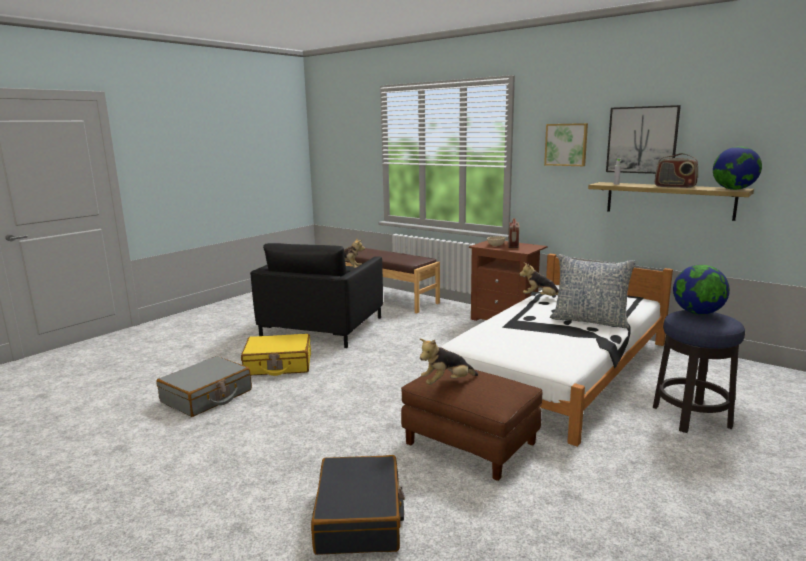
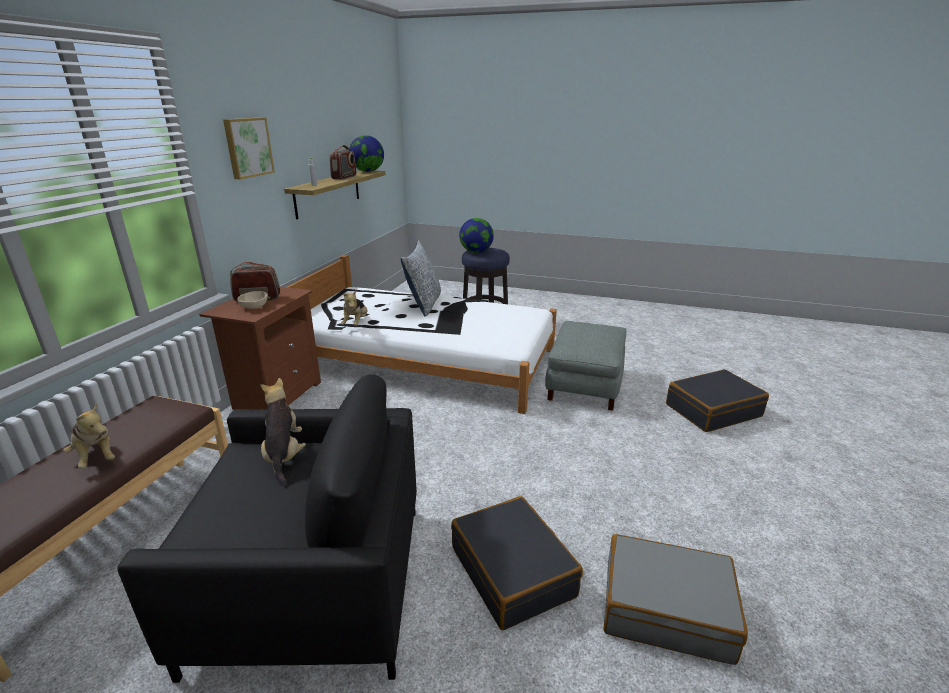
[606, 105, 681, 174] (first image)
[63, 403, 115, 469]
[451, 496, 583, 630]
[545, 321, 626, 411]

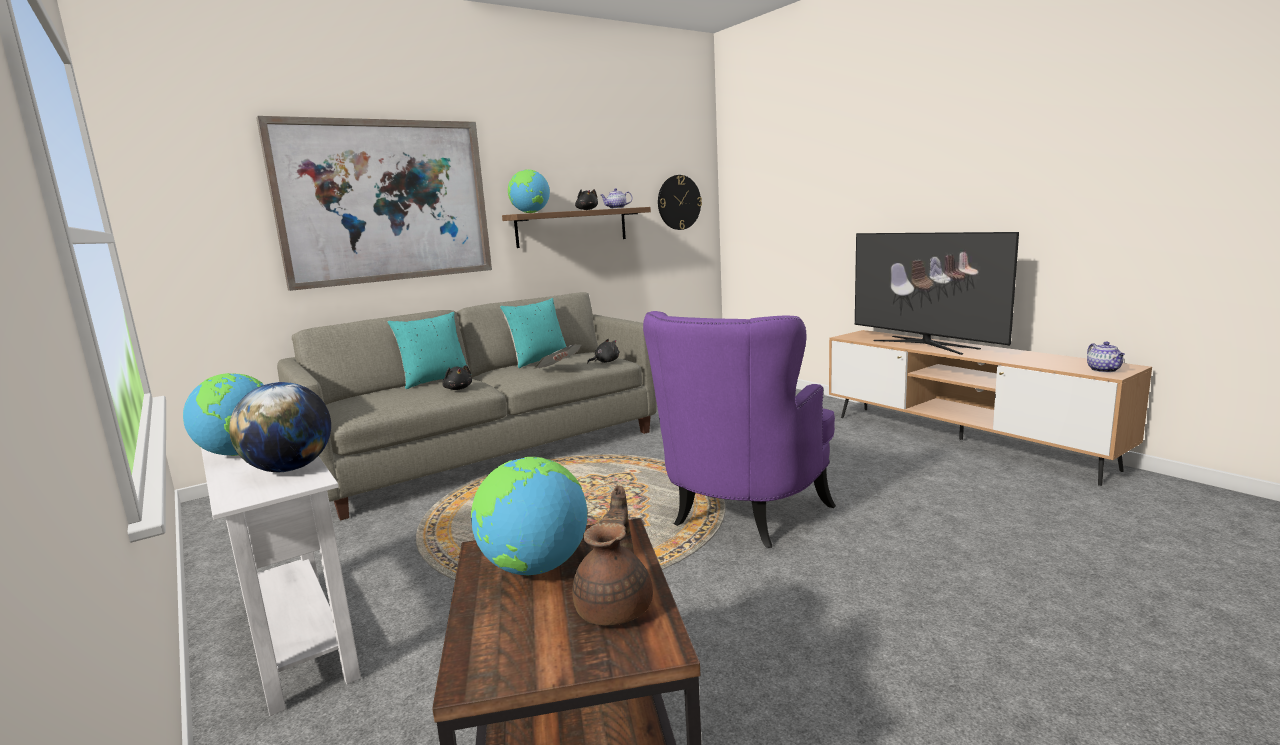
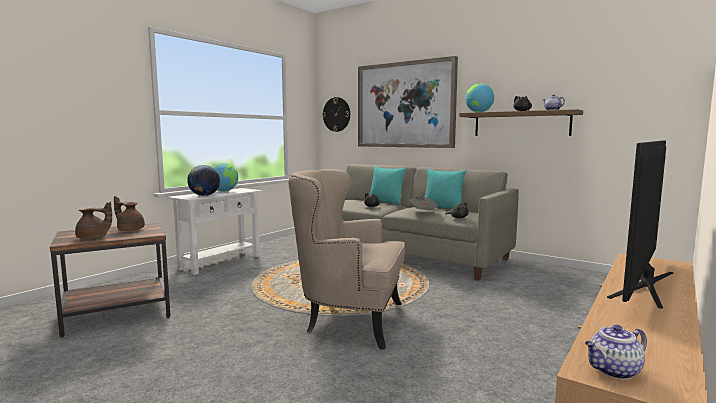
[322, 97, 350, 132]
[114, 196, 145, 231]
[289, 169, 405, 350]

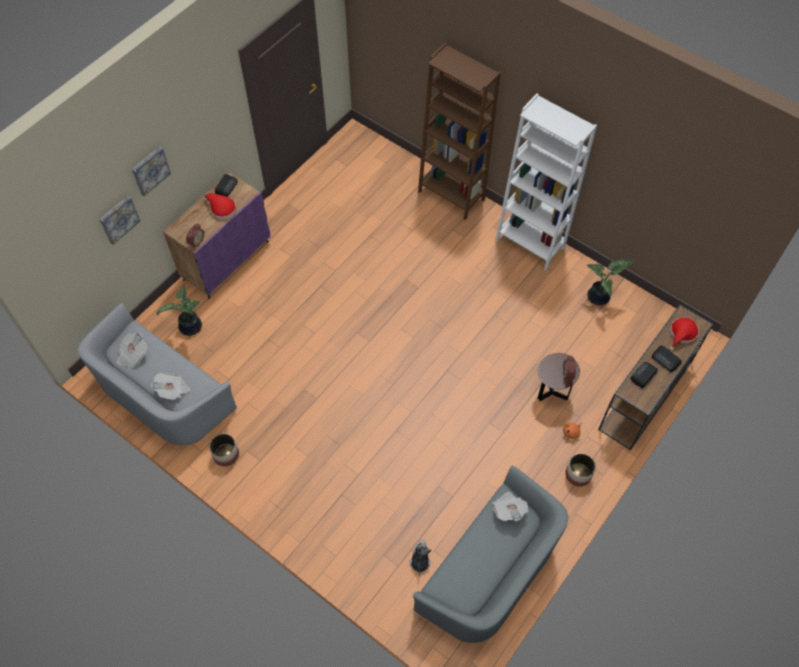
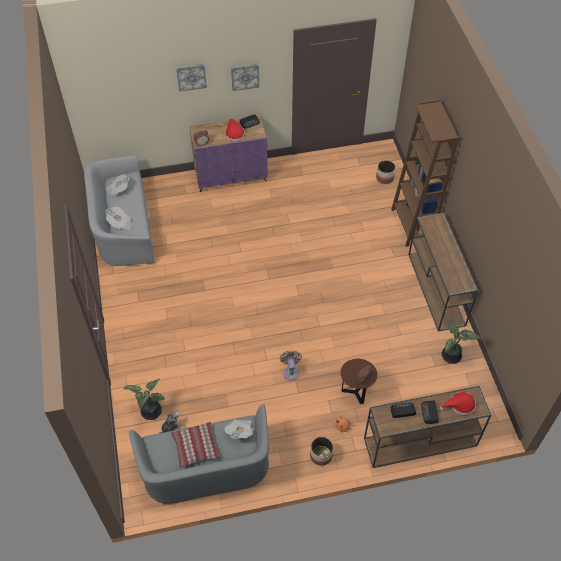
[171, 422, 220, 468]
[280, 351, 302, 381]
[231, 63, 259, 91]
[124, 378, 165, 420]
[376, 160, 396, 184]
[408, 212, 478, 331]

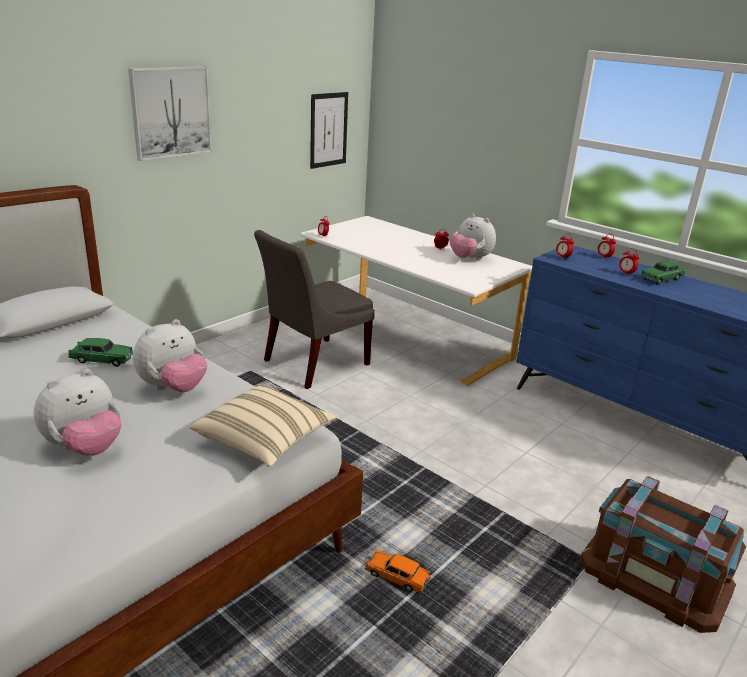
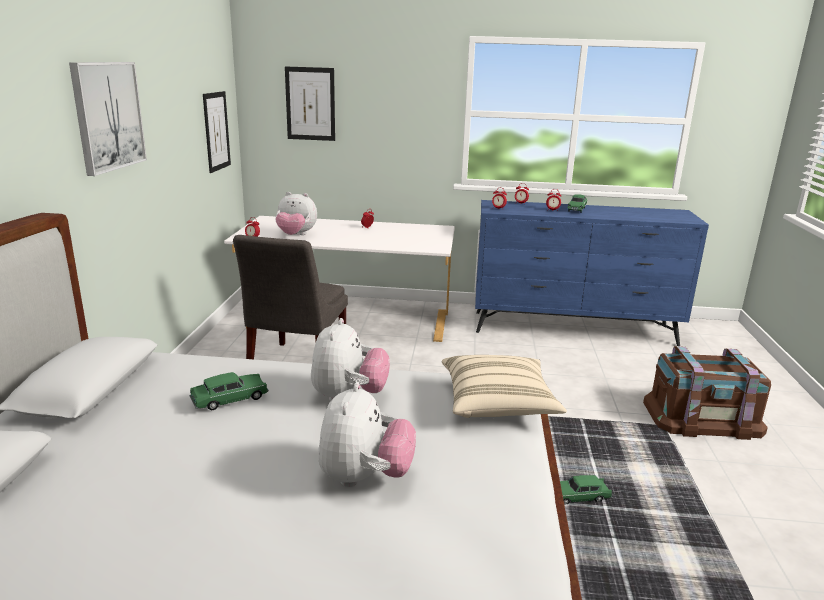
[285, 66, 335, 141]
[275, 192, 317, 235]
[560, 475, 612, 505]

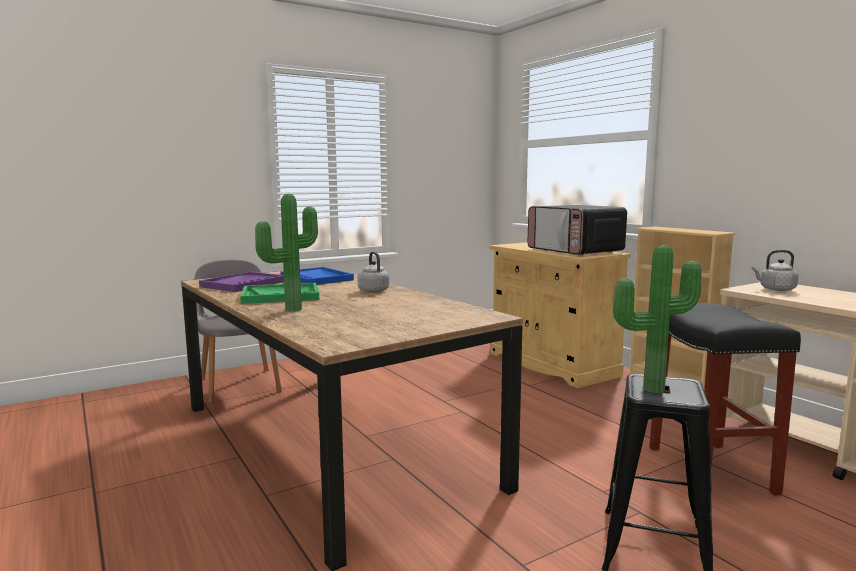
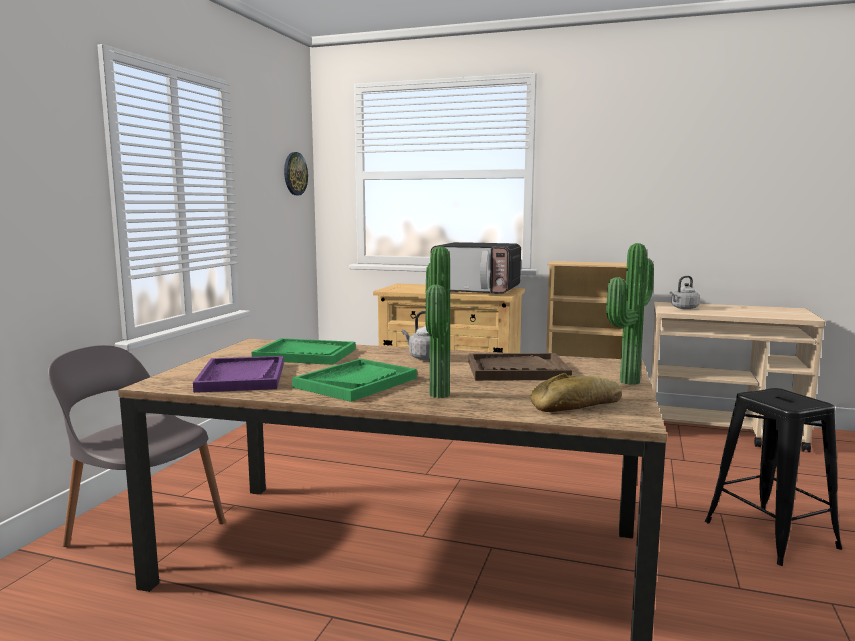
[649, 303, 801, 495] (first image)
[284, 152, 308, 195]
[468, 353, 572, 381]
[530, 373, 622, 412]
[606, 243, 654, 385]
[252, 338, 356, 365]

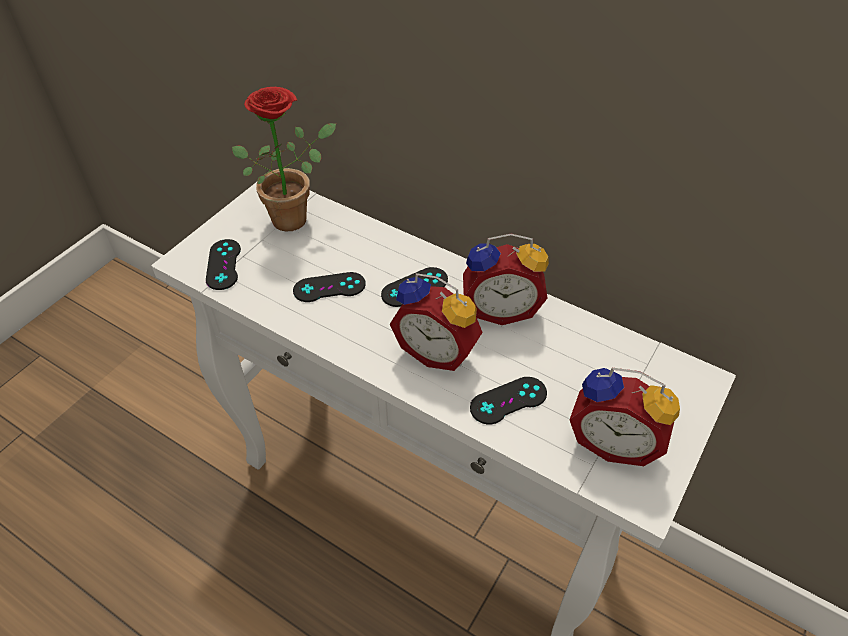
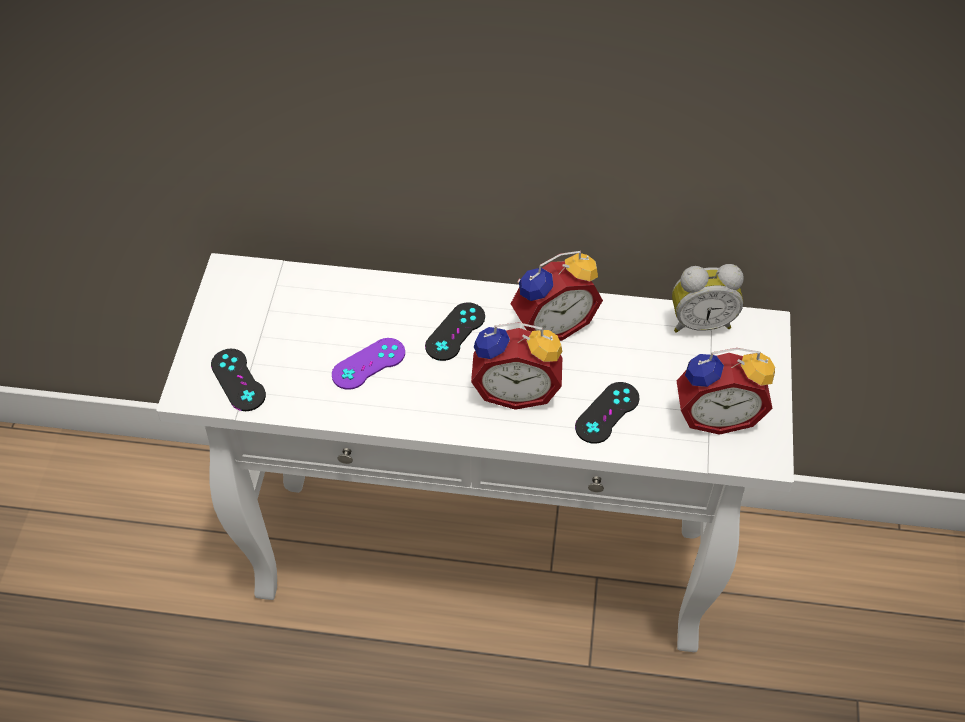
[232, 87, 336, 232] (first image)
[672, 264, 744, 333]
[332, 338, 405, 390]

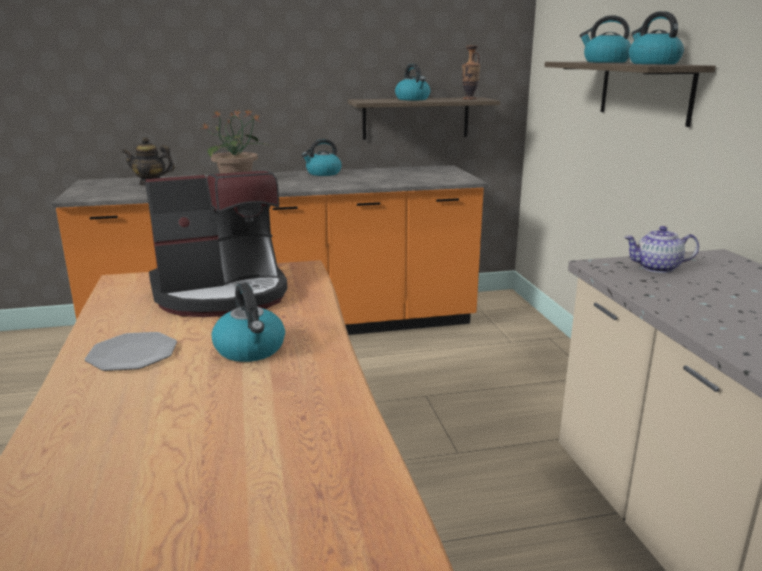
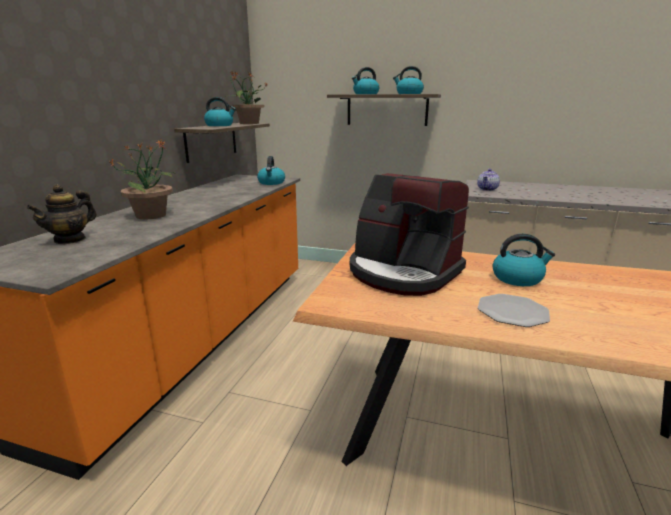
[257, 156, 285, 185]
[224, 71, 269, 124]
[350, 173, 469, 296]

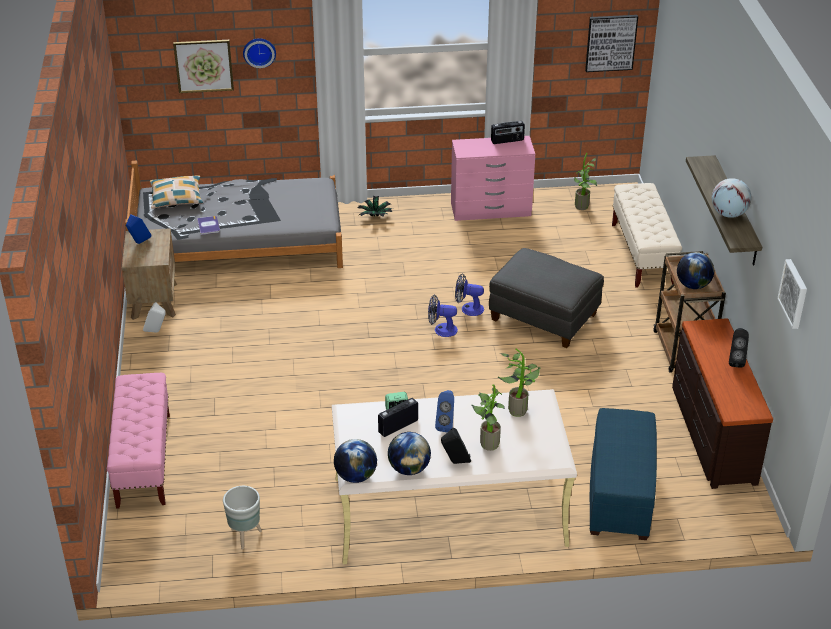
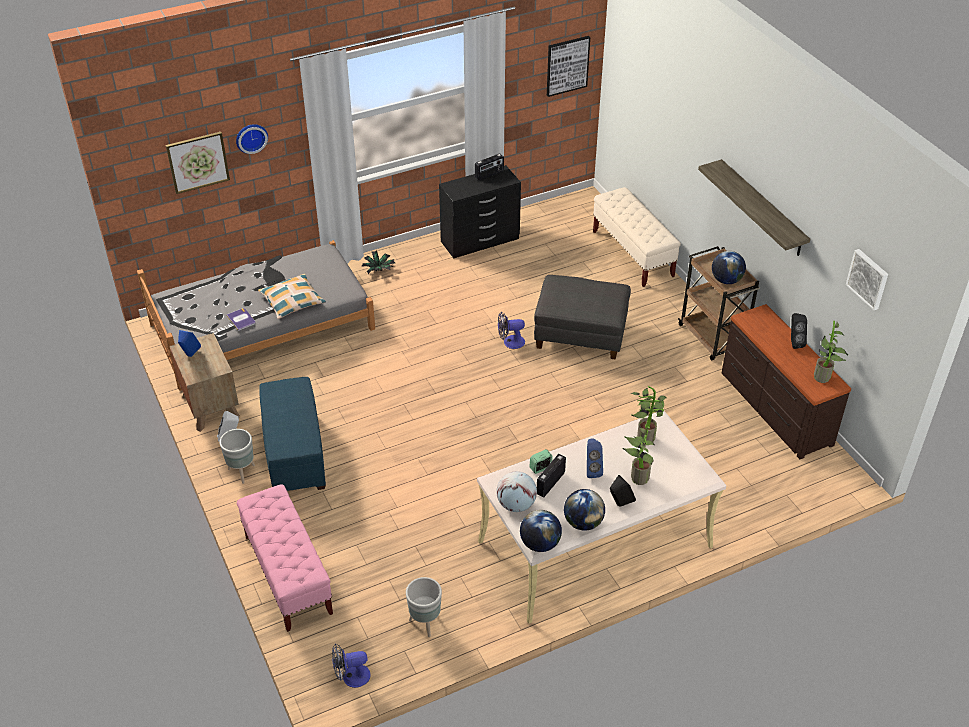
[219, 429, 255, 484]
[258, 274, 326, 319]
[332, 643, 371, 688]
[814, 321, 848, 383]
[259, 377, 326, 491]
[497, 471, 537, 512]
[439, 165, 521, 258]

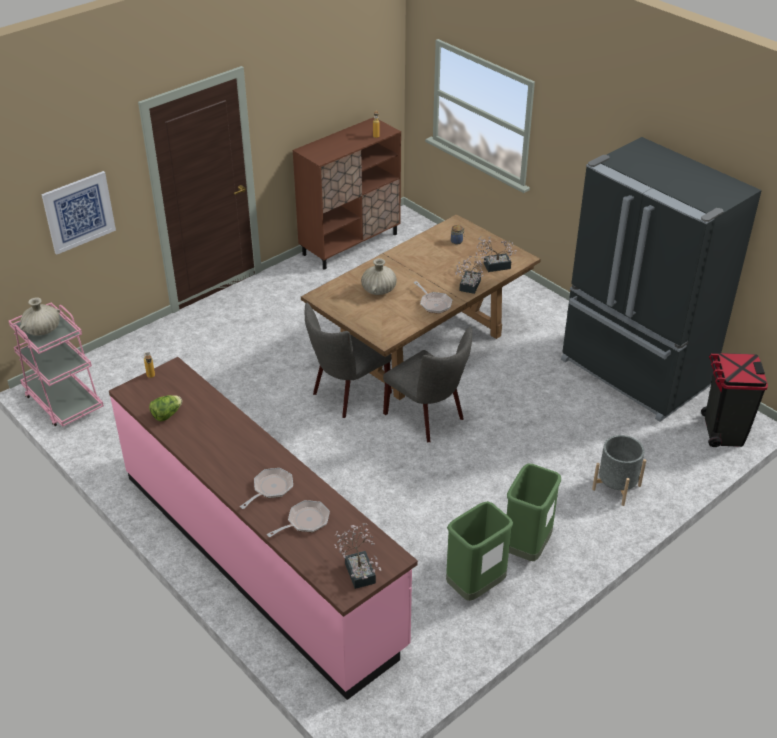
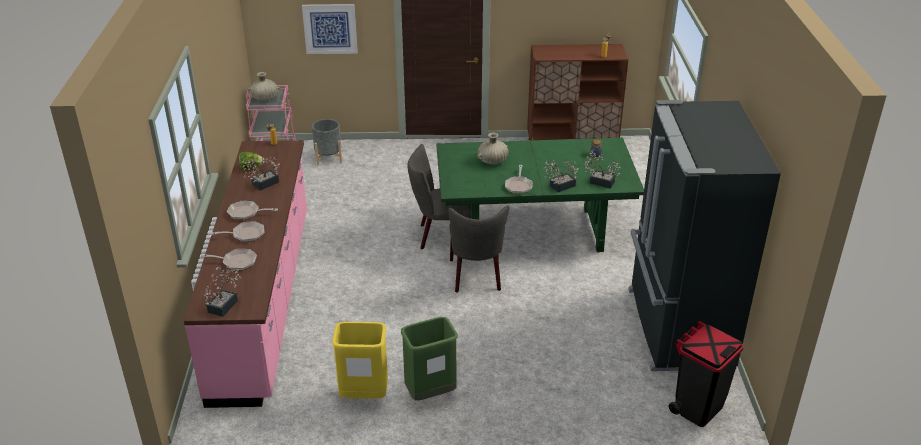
[227, 201, 278, 220]
[242, 156, 280, 191]
[312, 119, 342, 165]
[436, 138, 644, 252]
[332, 322, 388, 399]

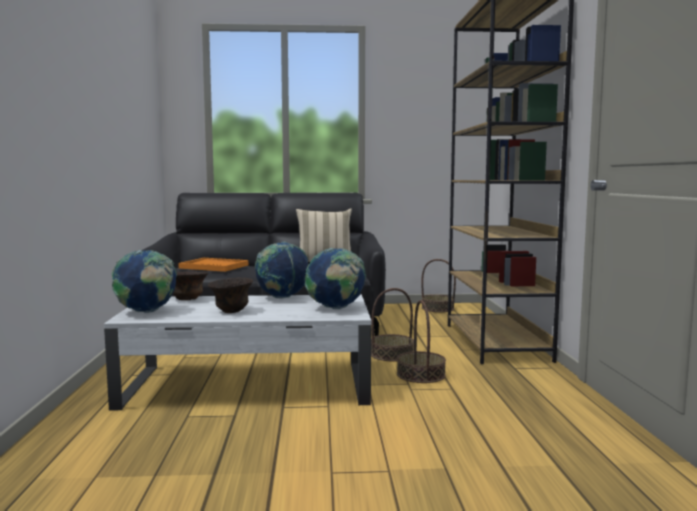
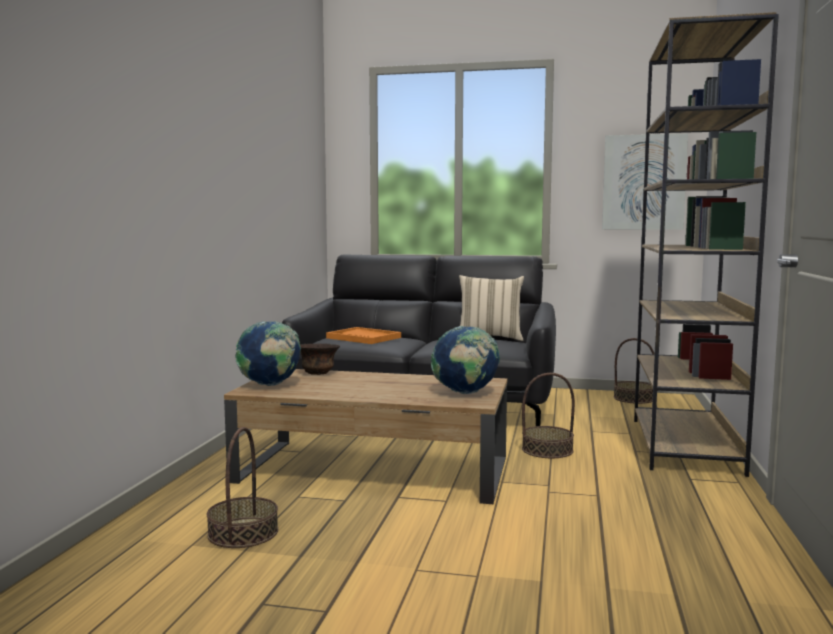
[208, 278, 253, 313] (first image)
[255, 242, 308, 299] (first image)
[602, 134, 688, 230]
[207, 427, 278, 548]
[224, 369, 507, 504]

